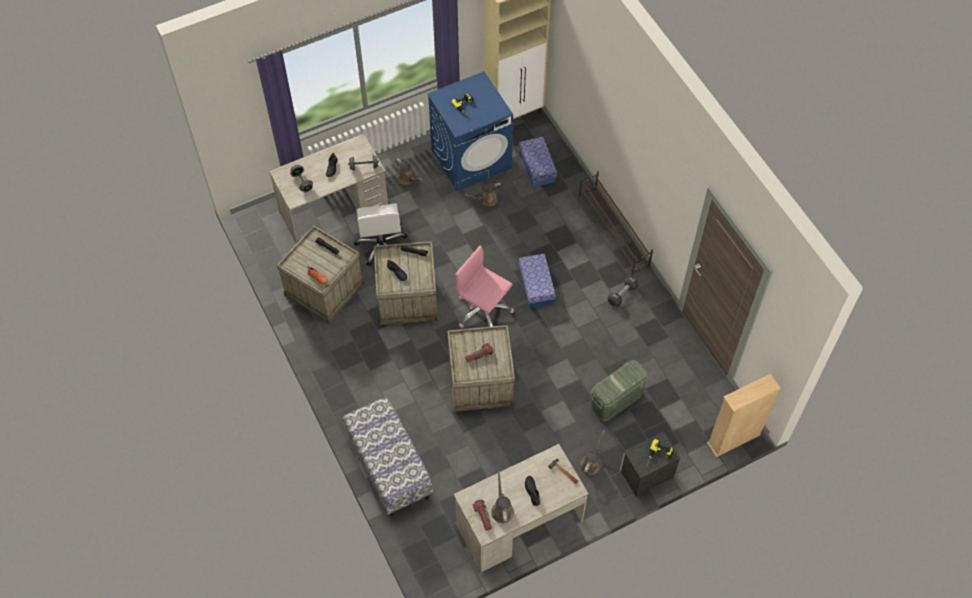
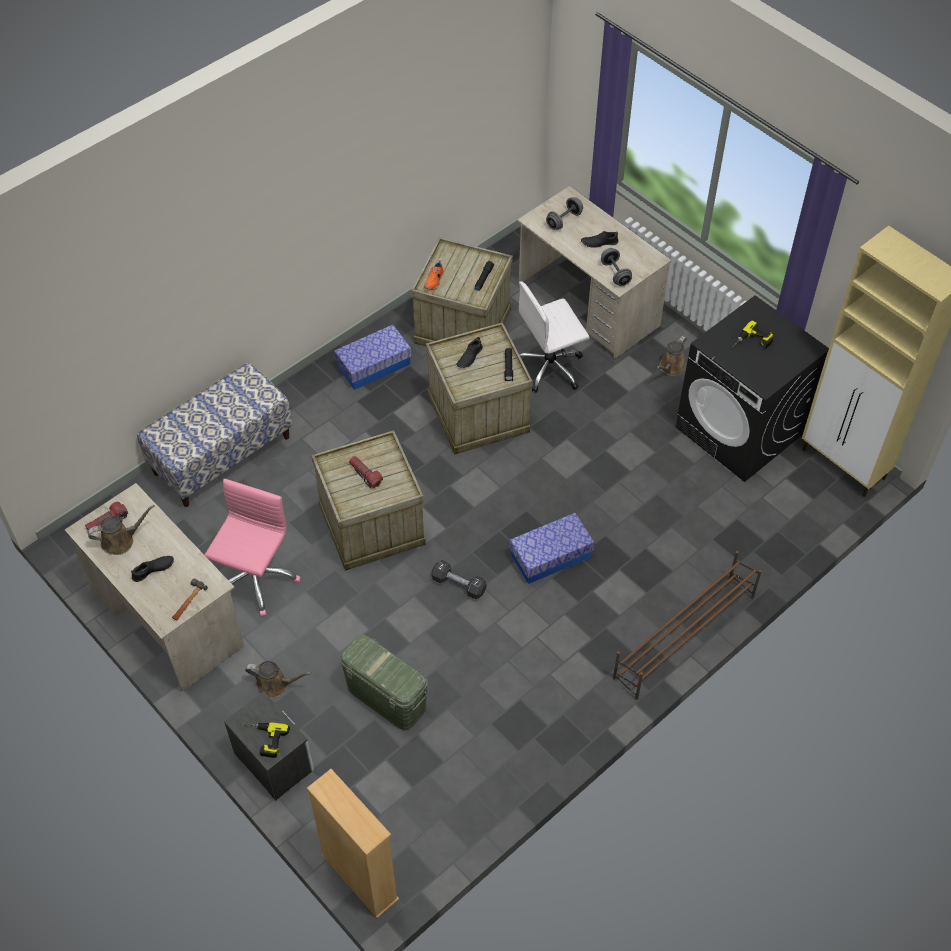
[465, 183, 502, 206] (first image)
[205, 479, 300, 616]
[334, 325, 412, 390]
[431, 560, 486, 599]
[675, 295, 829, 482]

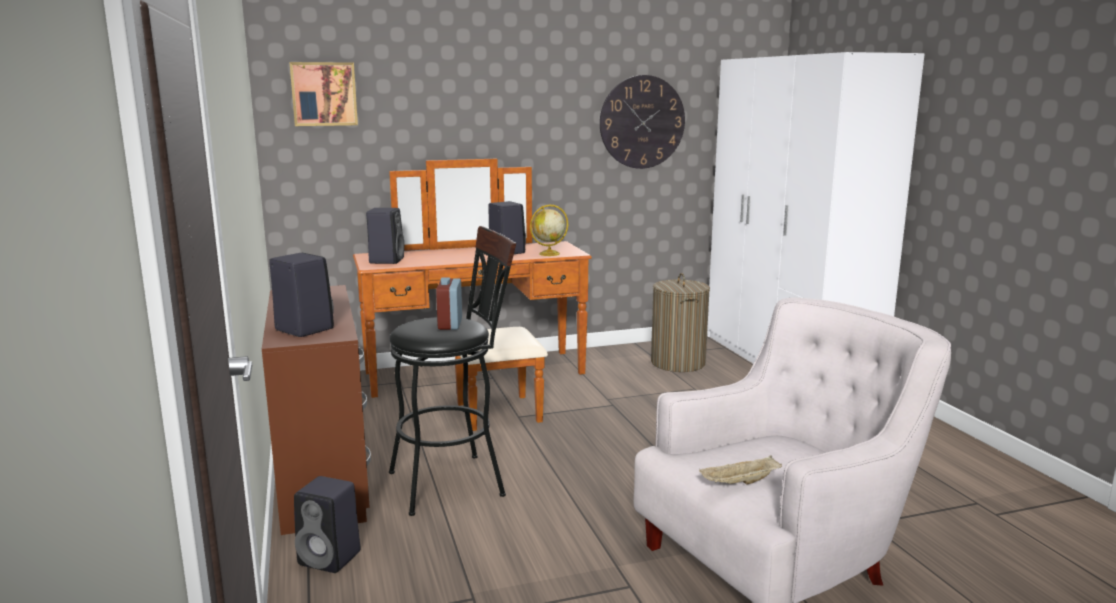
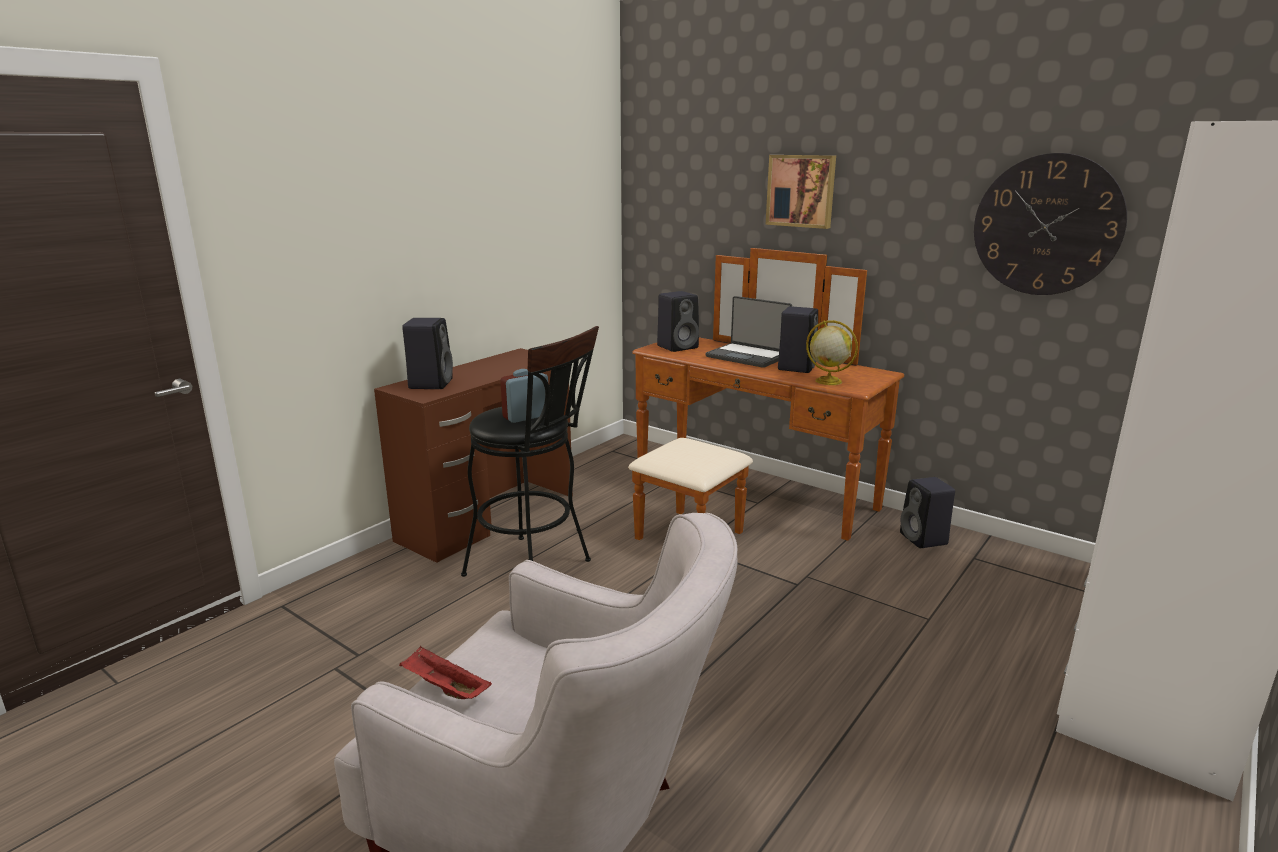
[651, 273, 710, 372] (first image)
[705, 296, 792, 368]
[766, 155, 836, 229]
[900, 477, 955, 548]
[399, 646, 492, 699]

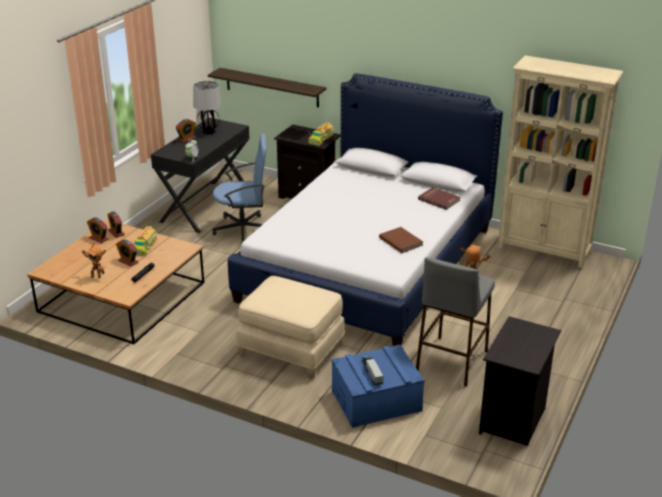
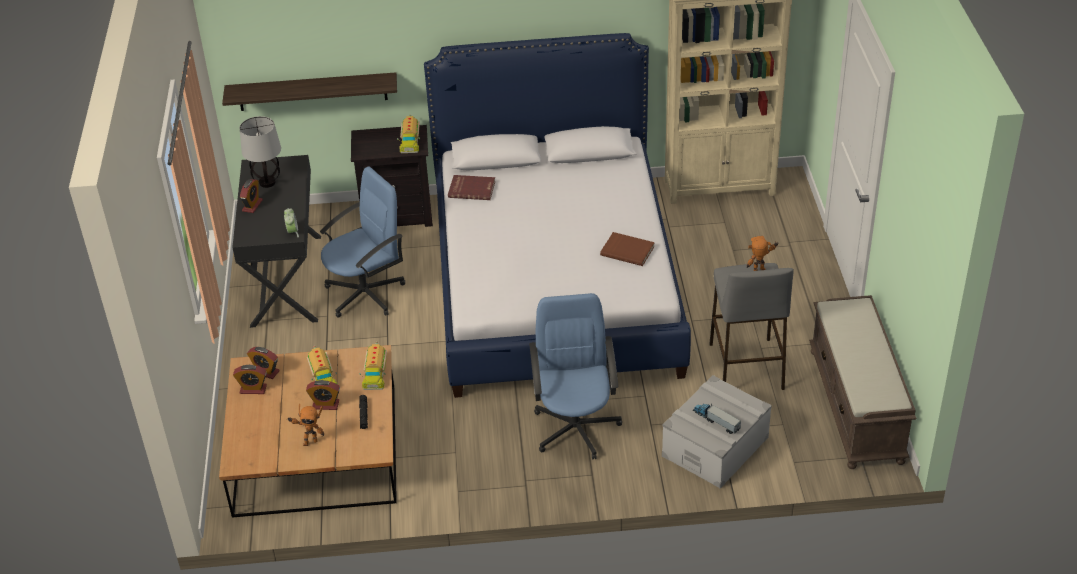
[359, 341, 387, 390]
[448, 175, 495, 200]
[529, 293, 622, 460]
[809, 295, 917, 469]
[662, 375, 772, 489]

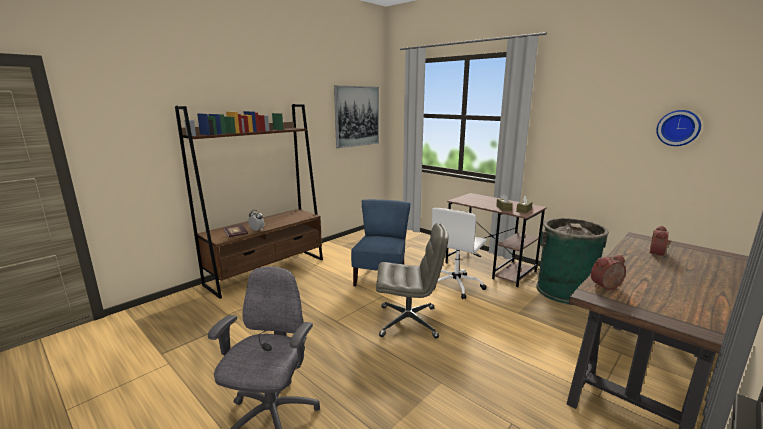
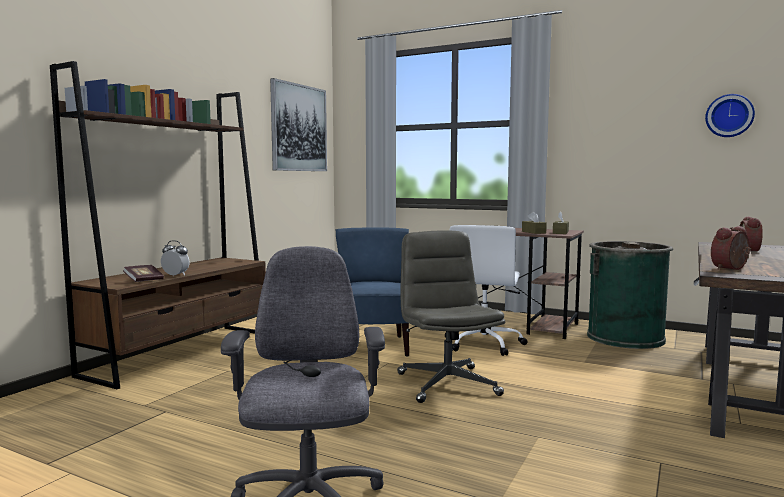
[397, 230, 505, 403]

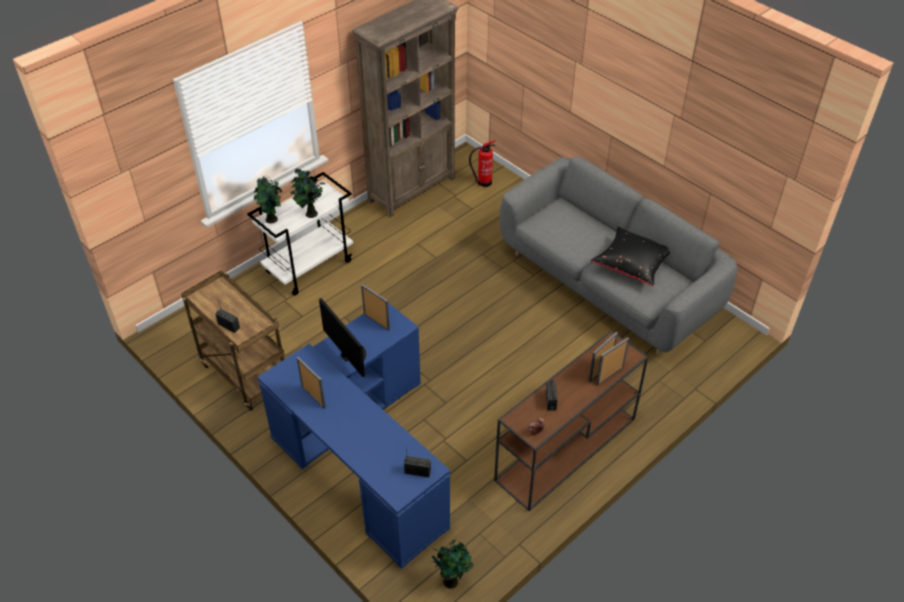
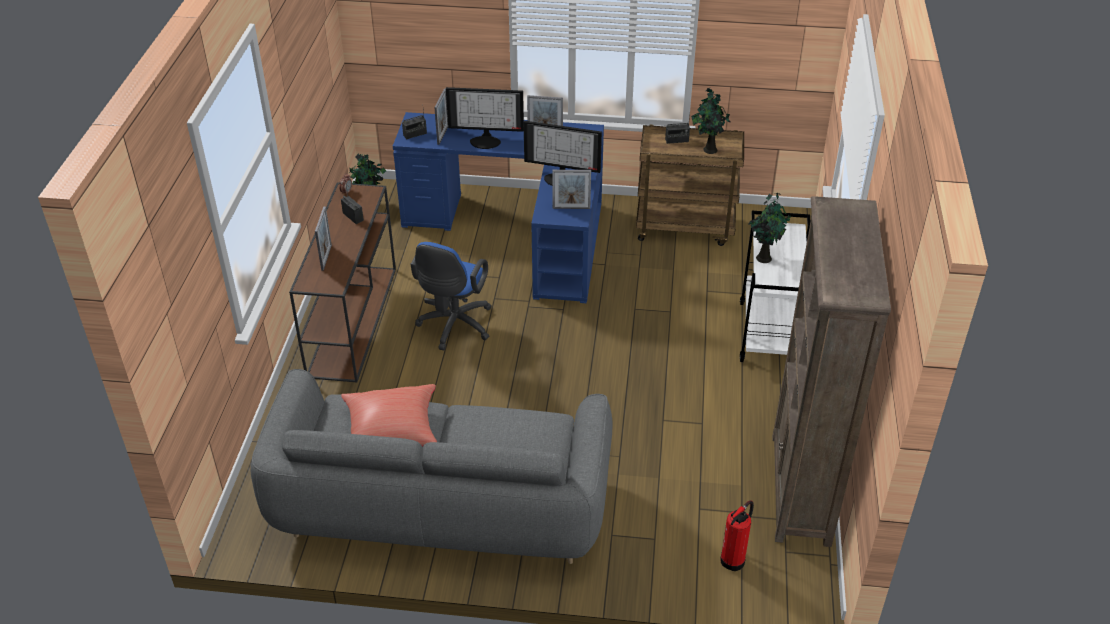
[411, 242, 492, 350]
[446, 87, 524, 149]
[691, 87, 730, 154]
[434, 89, 448, 145]
[341, 384, 437, 447]

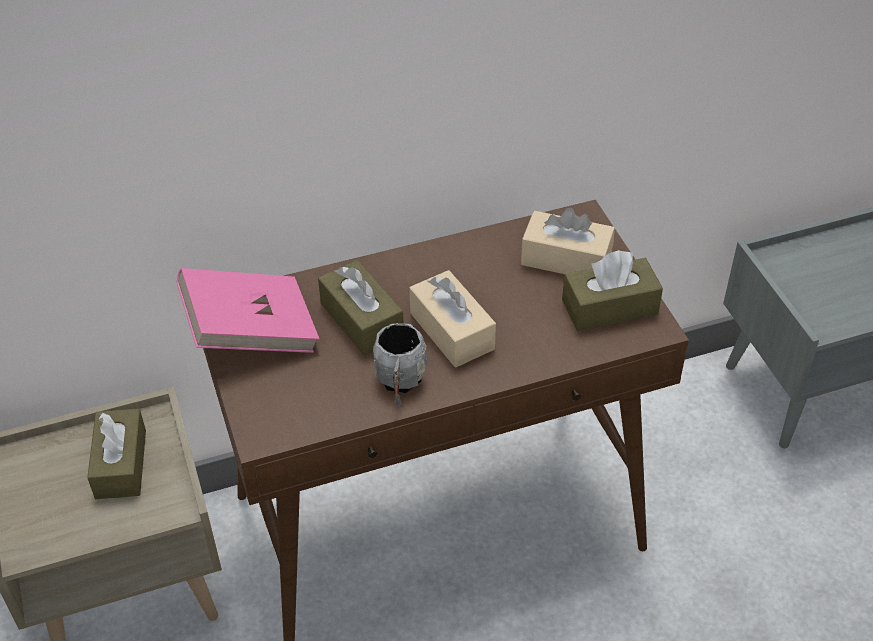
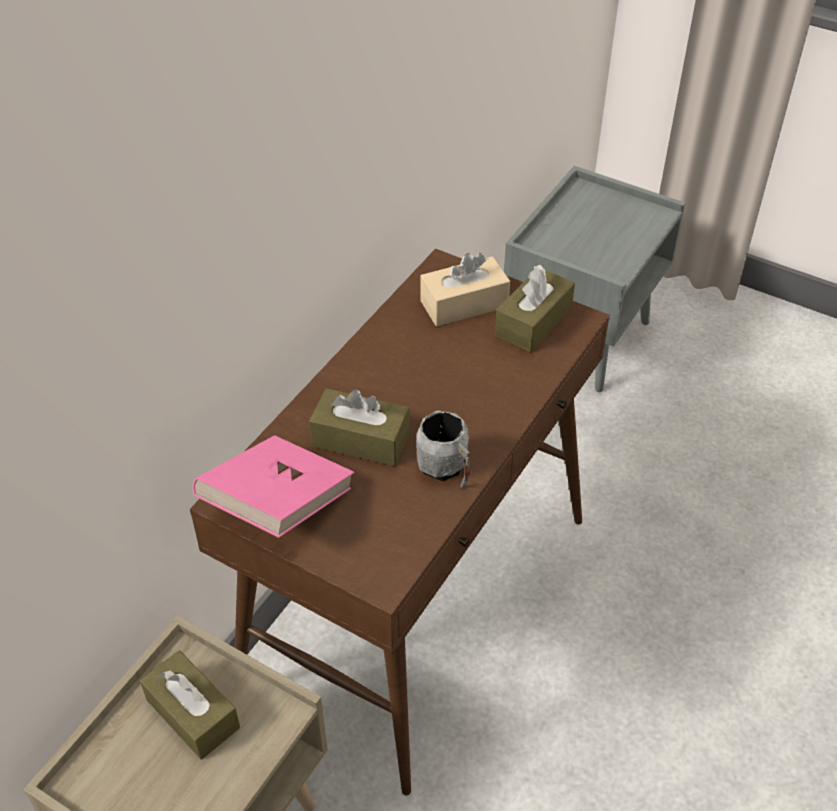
[409, 270, 496, 368] (first image)

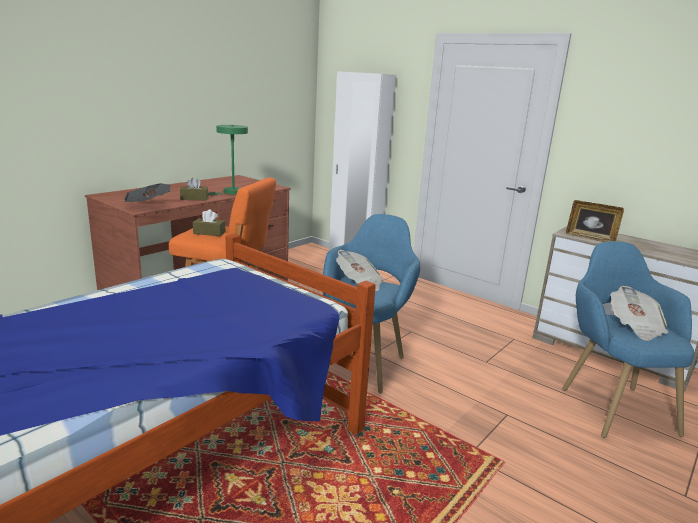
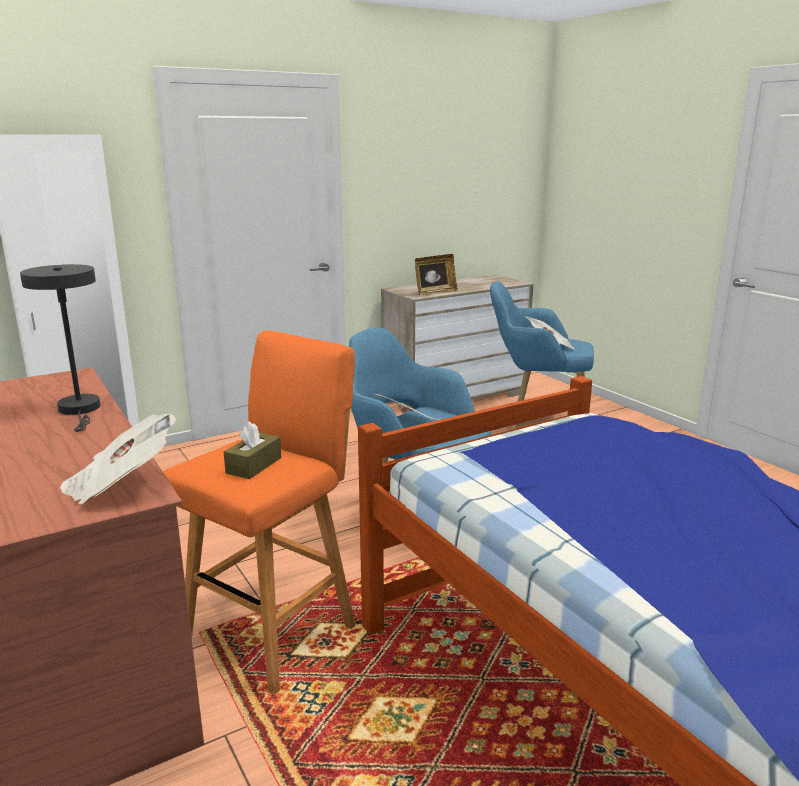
[180, 177, 208, 200] (first image)
[20, 264, 100, 432]

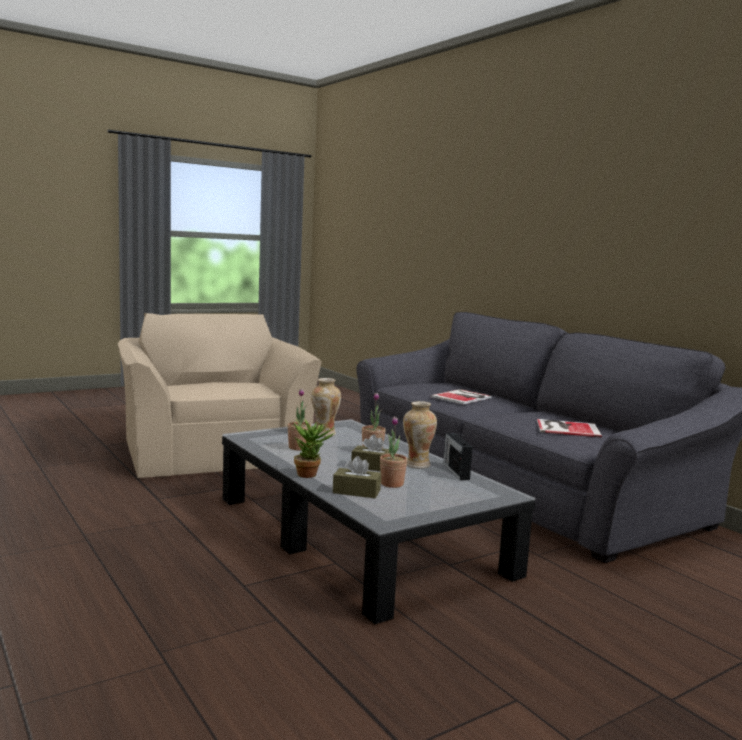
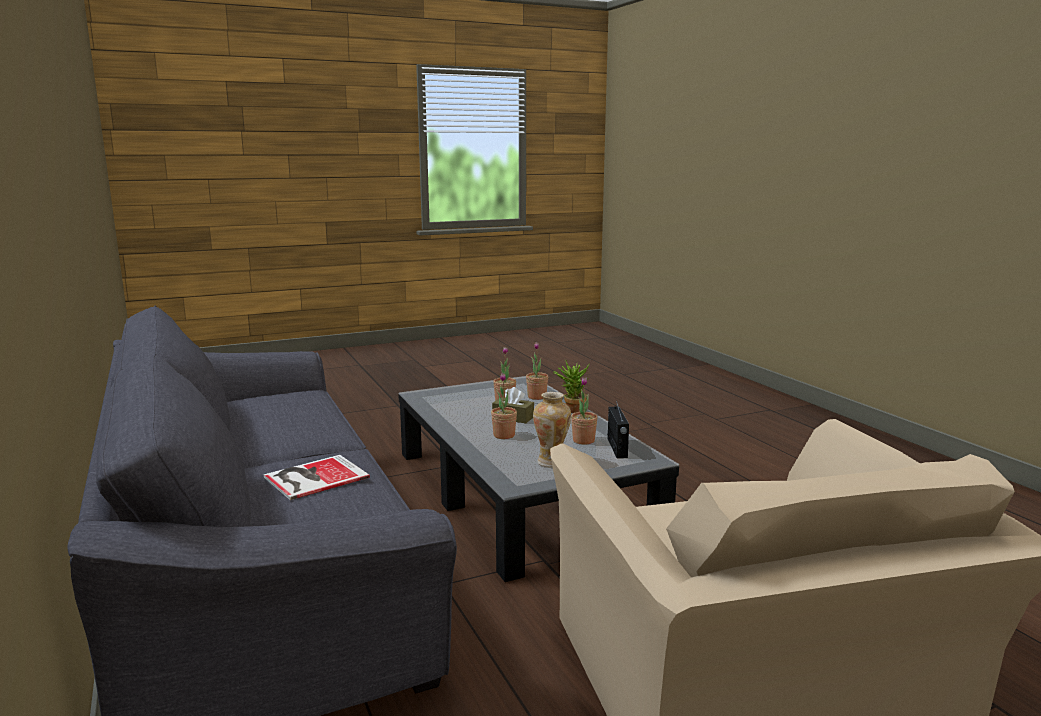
[403, 401, 437, 468] (first image)
[537, 419, 602, 437] (first image)
[607, 401, 629, 458]
[526, 342, 548, 400]

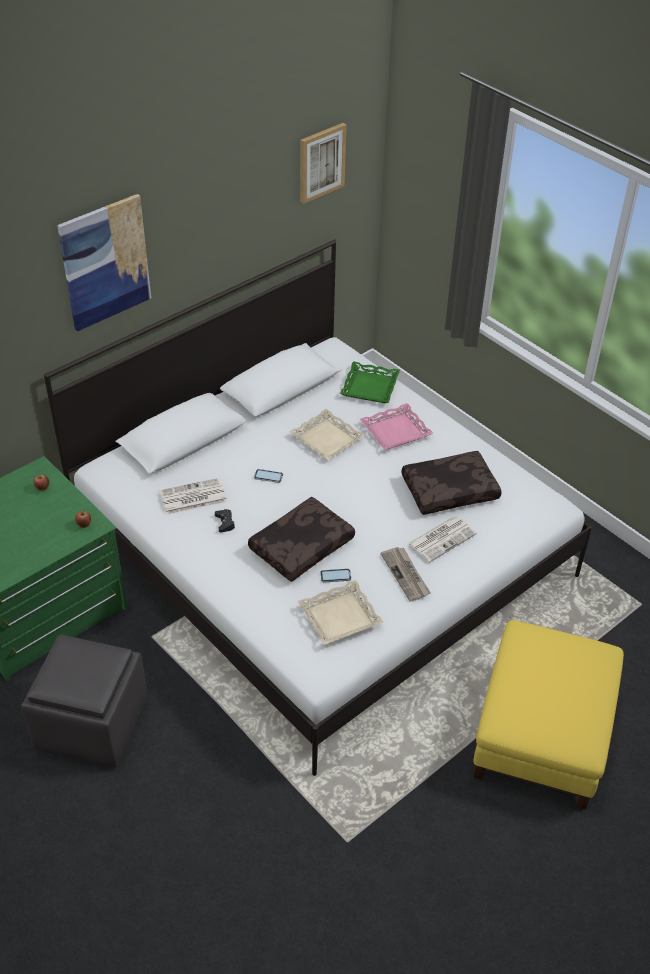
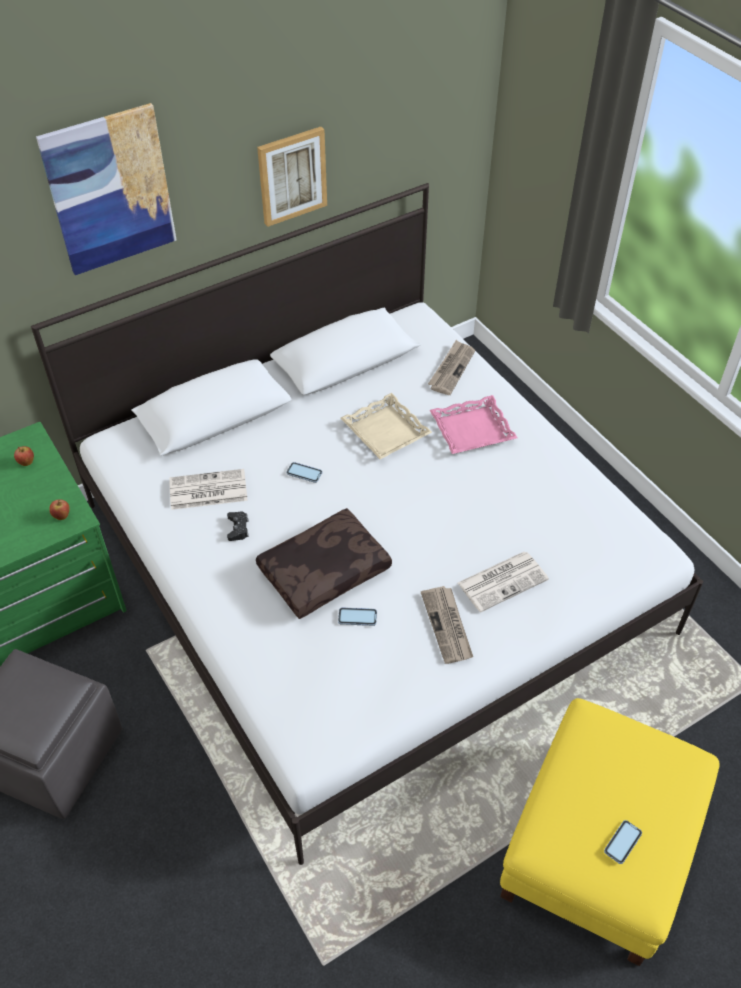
[298, 580, 384, 645] (first image)
[401, 451, 502, 515] (first image)
[604, 820, 642, 864]
[257, 127, 327, 227]
[428, 340, 475, 395]

